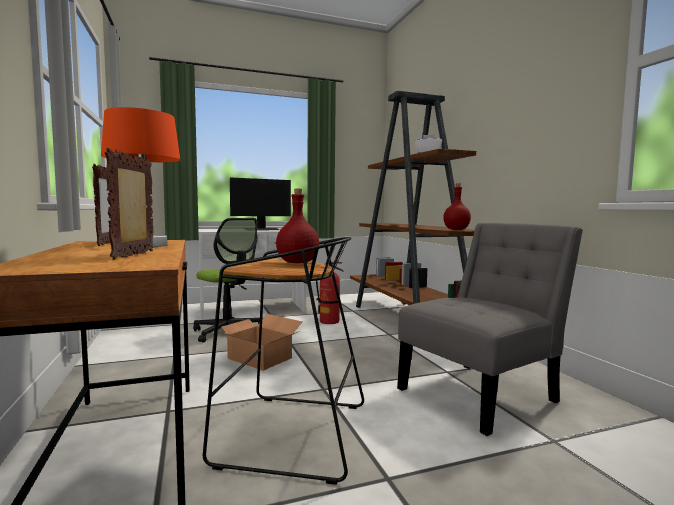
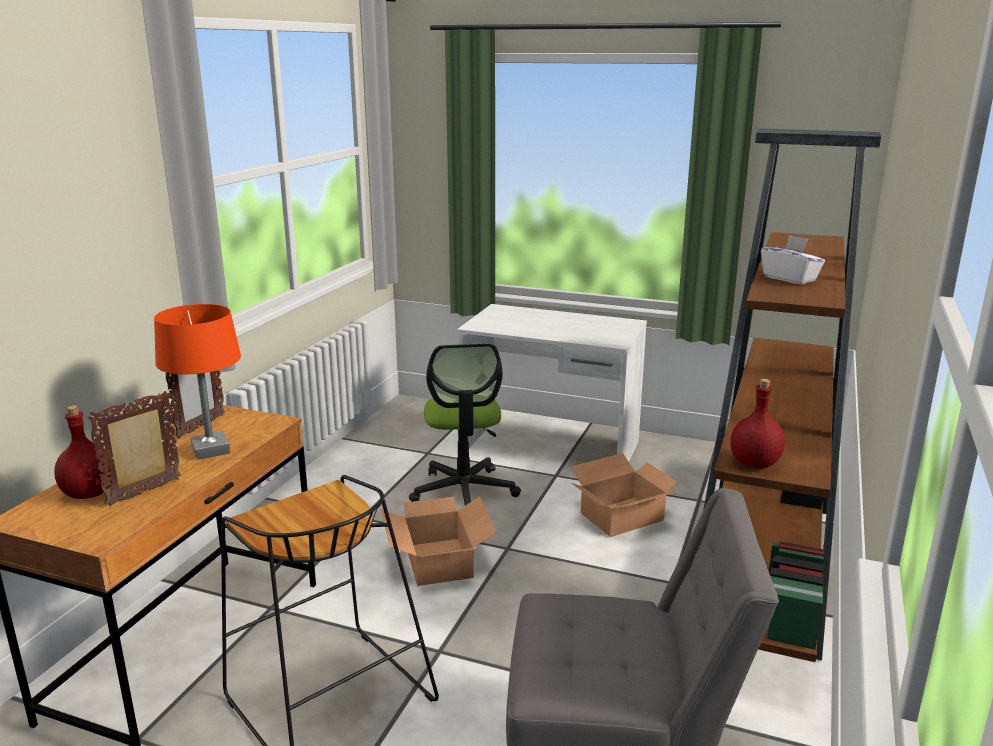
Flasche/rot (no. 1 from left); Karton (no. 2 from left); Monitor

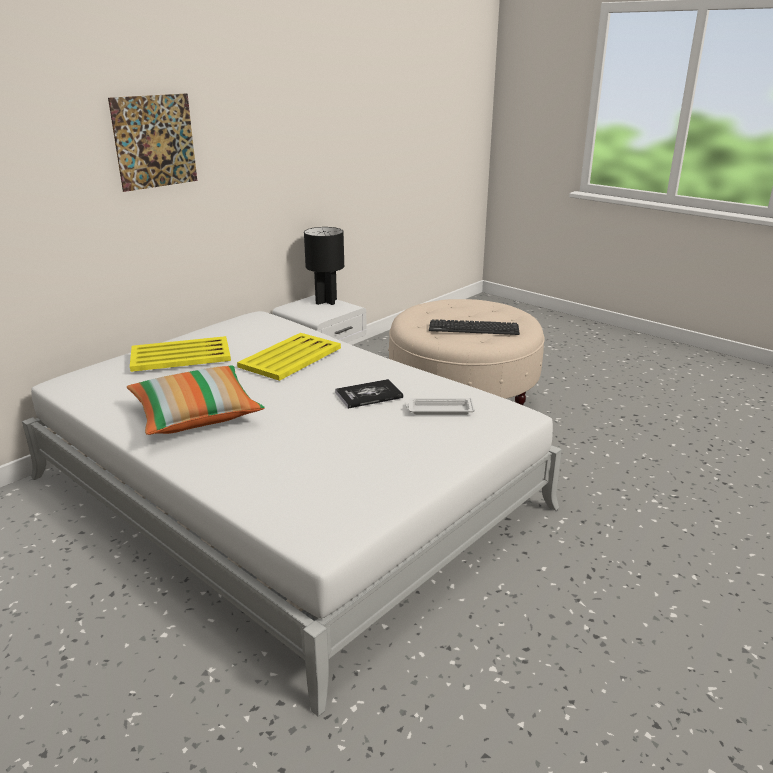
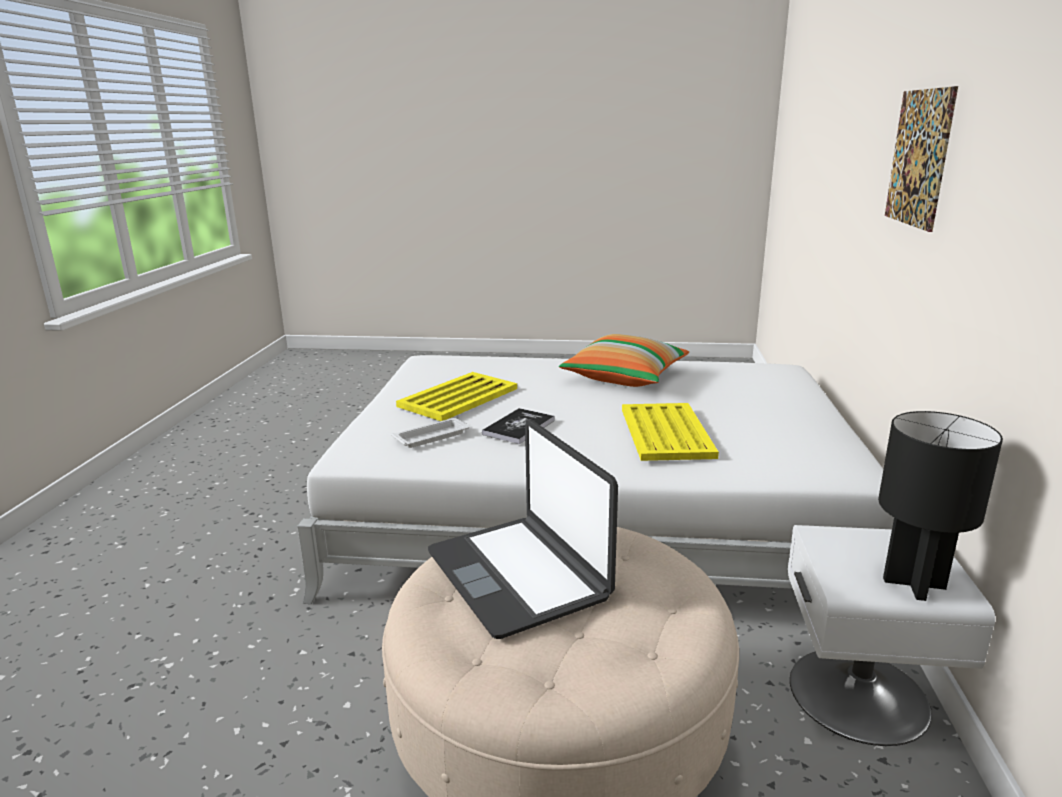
Tablett/gelb (no. 1 from left); Laptop

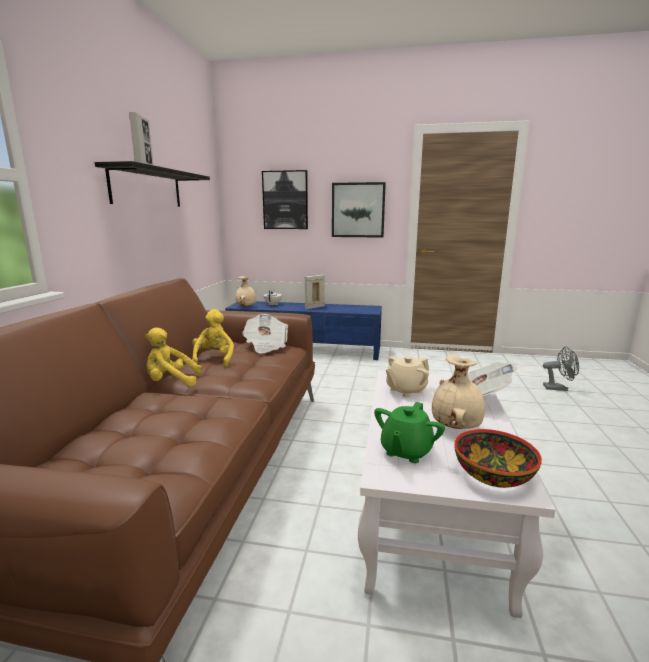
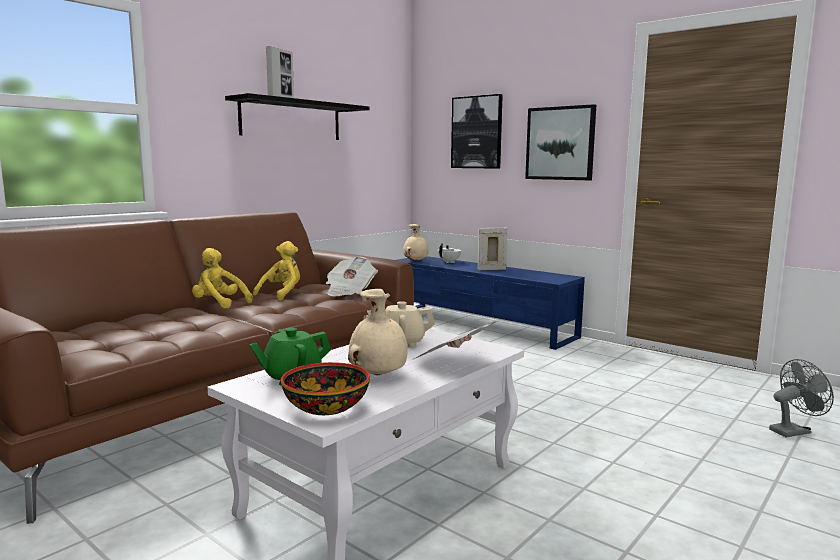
Ventilator/grau

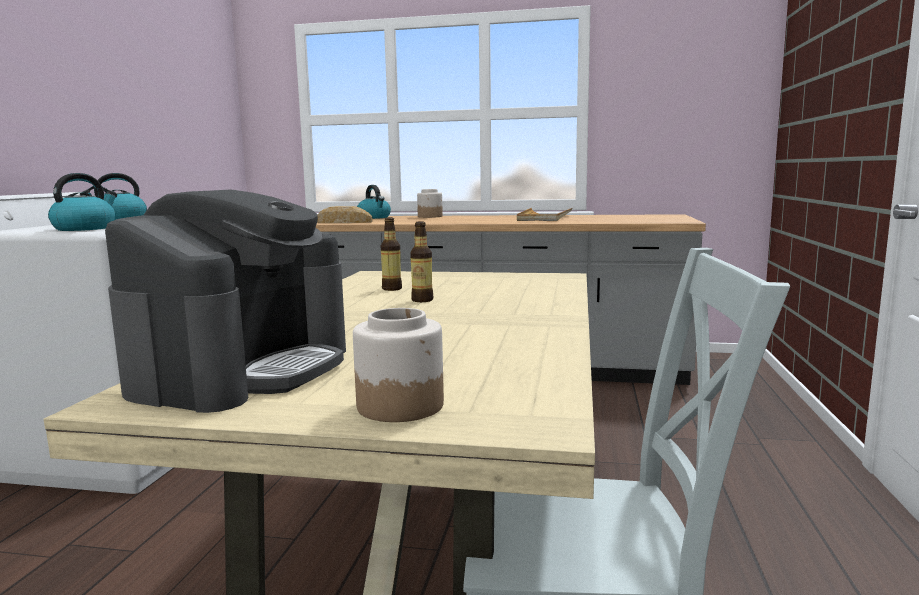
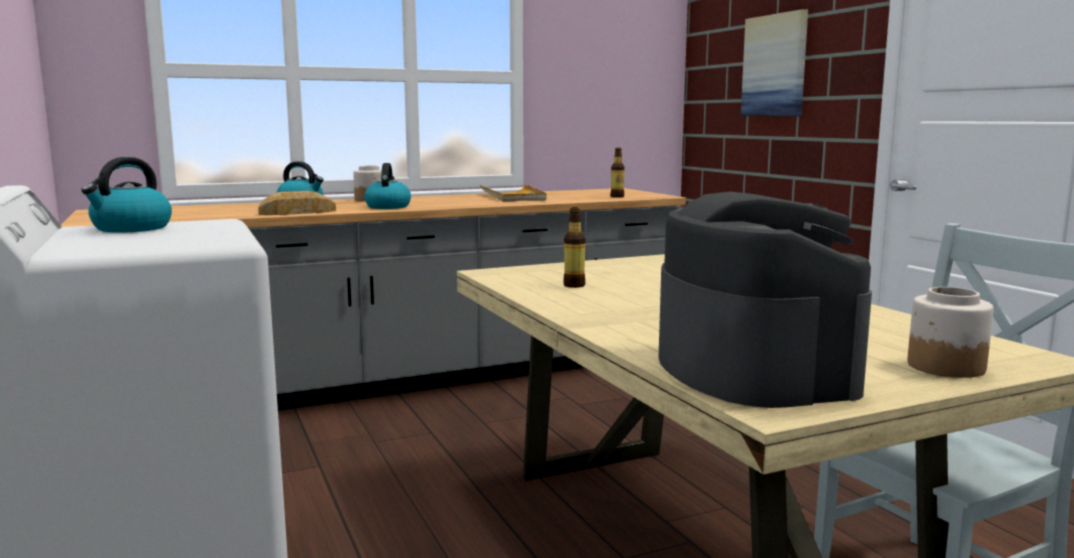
Wasserkessel (no. 3 from left); Flasche (no. 2 from left); Bild

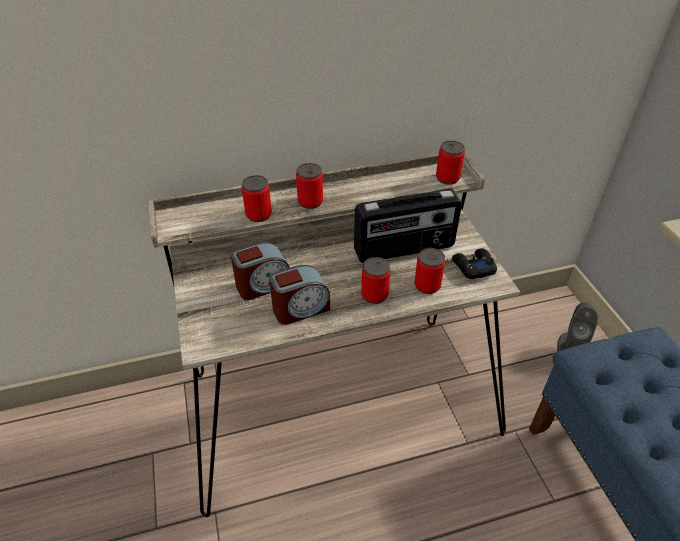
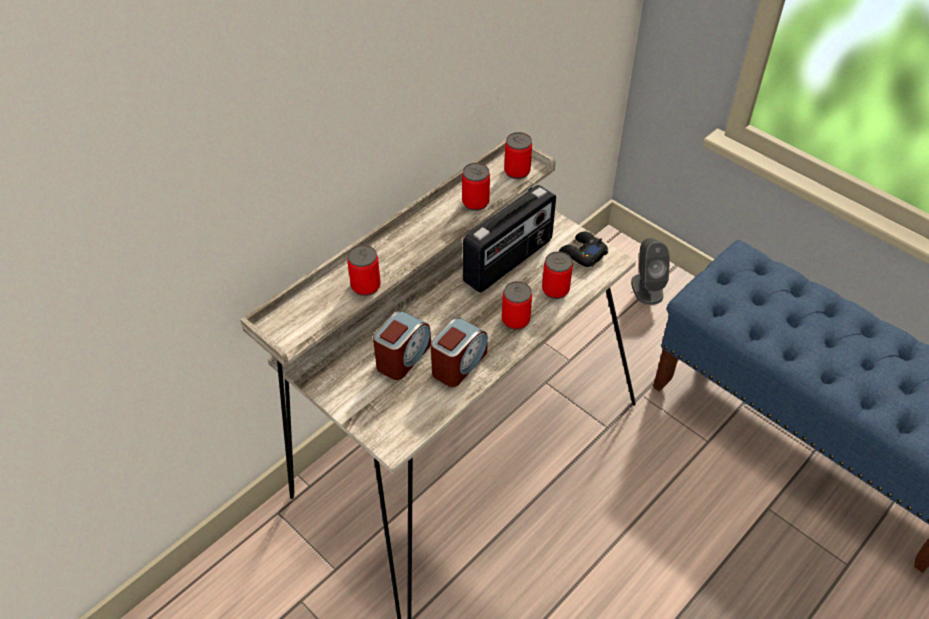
Dose (no. 2 from left)

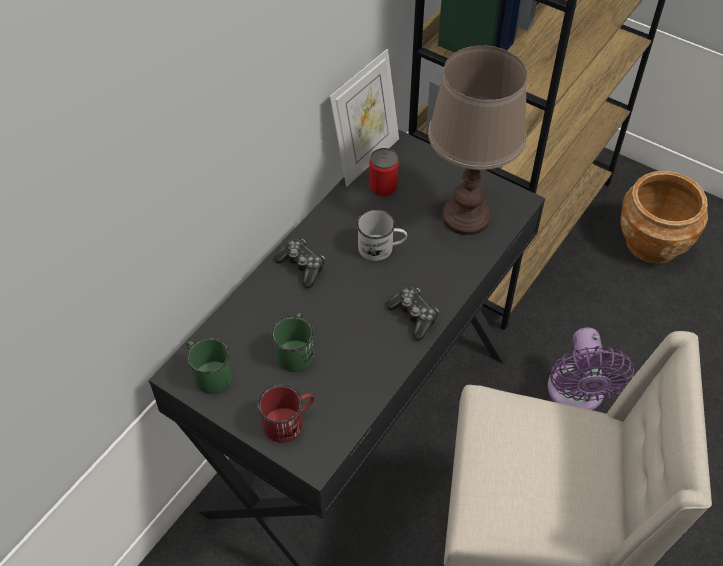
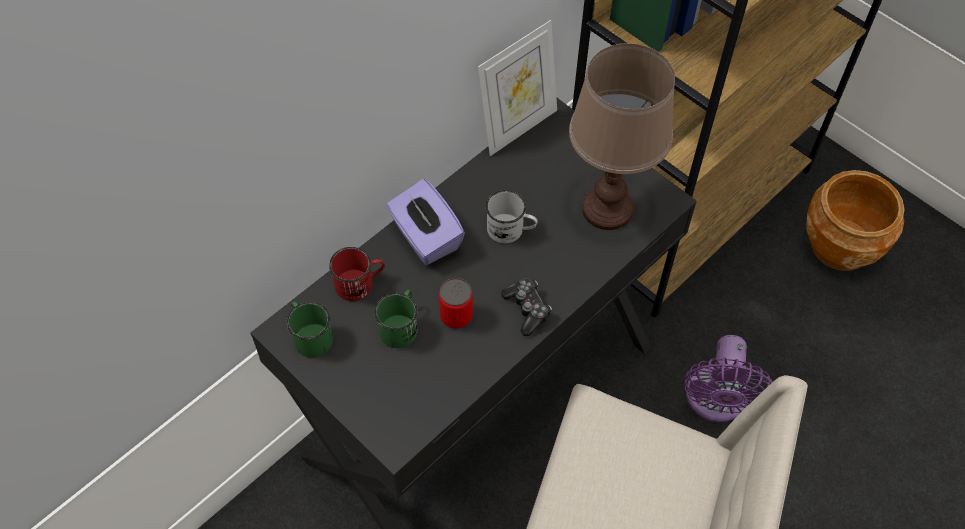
Henkelbecher/rot; Taschentuchbox/lila; Dose

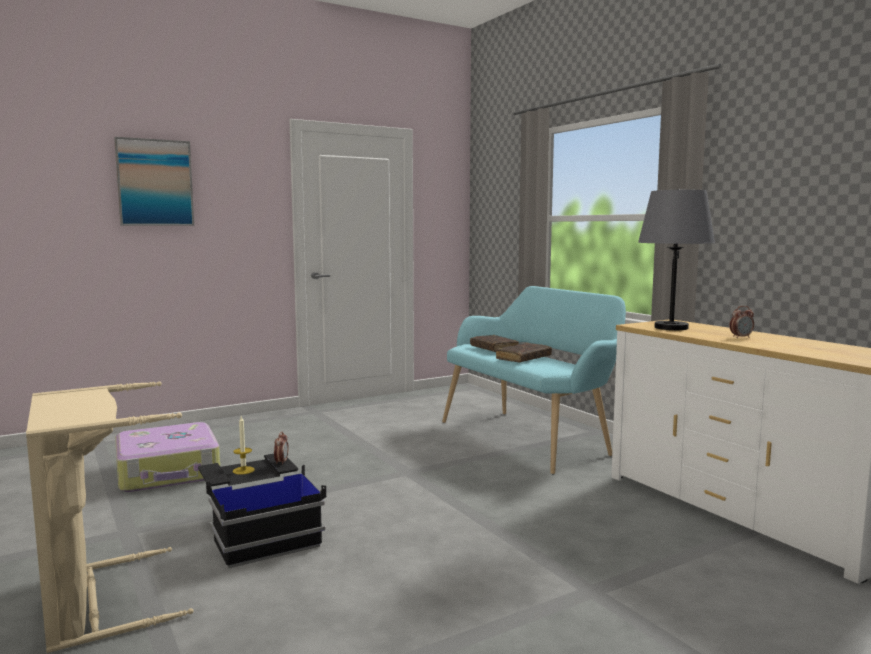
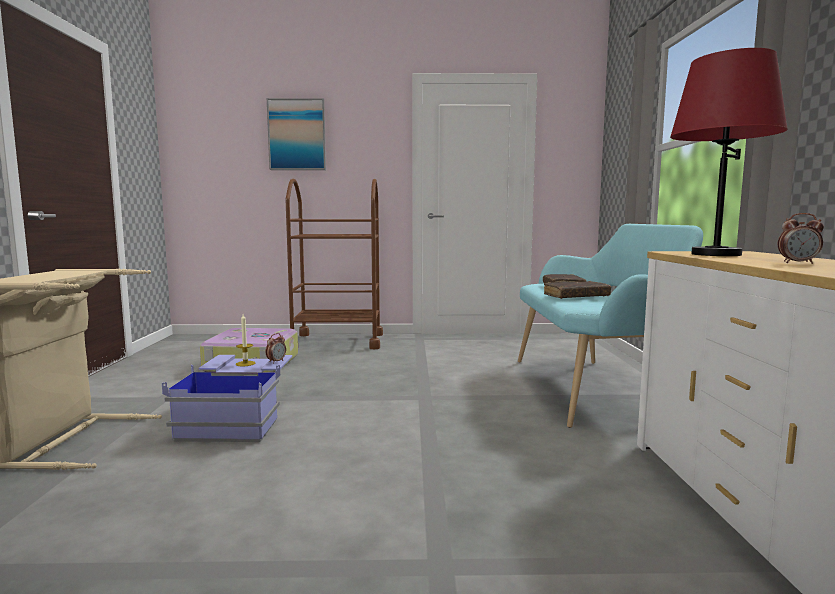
Aufbewahrungsbox/blau; Rollwagen/braun; Tischlampe/rot

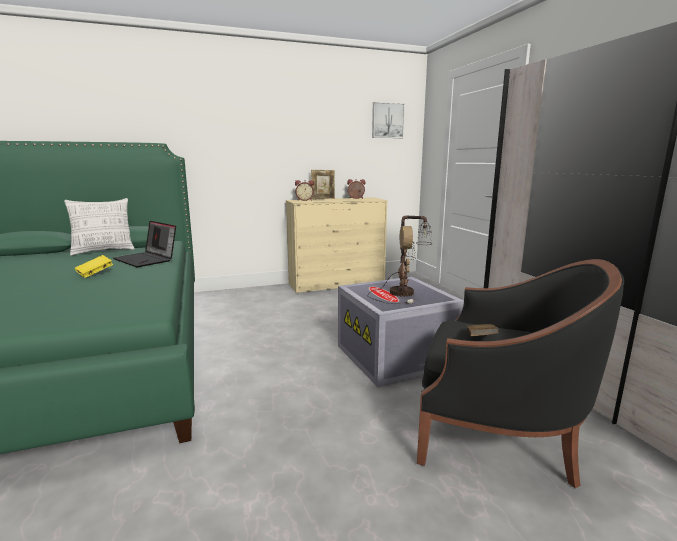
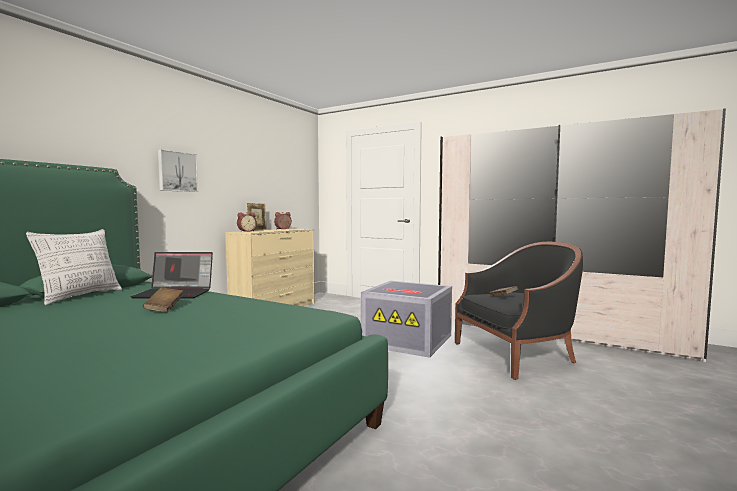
Buch/braun (no. 1 from left); Bild; Tischlampe

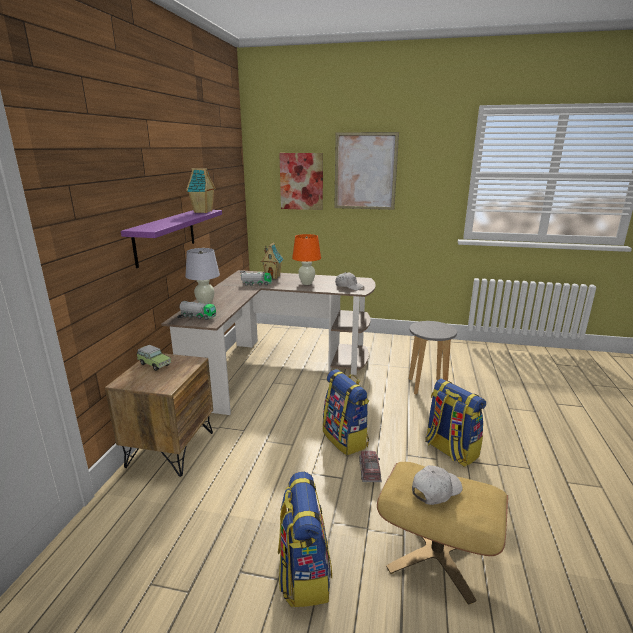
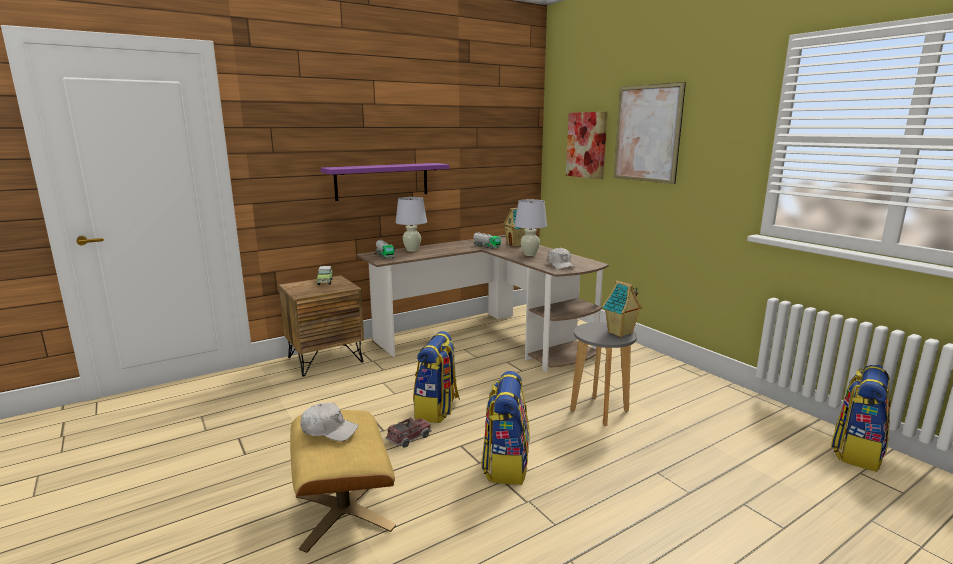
Tischlampe/weiß (no. 2 from left); Spielzeughaus (no. 2 from left); Rucksack (no. 3 from left)

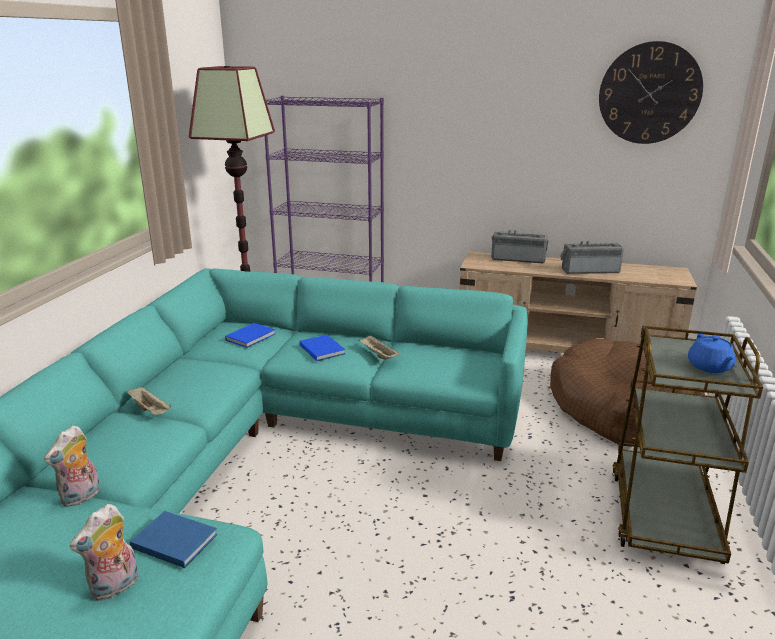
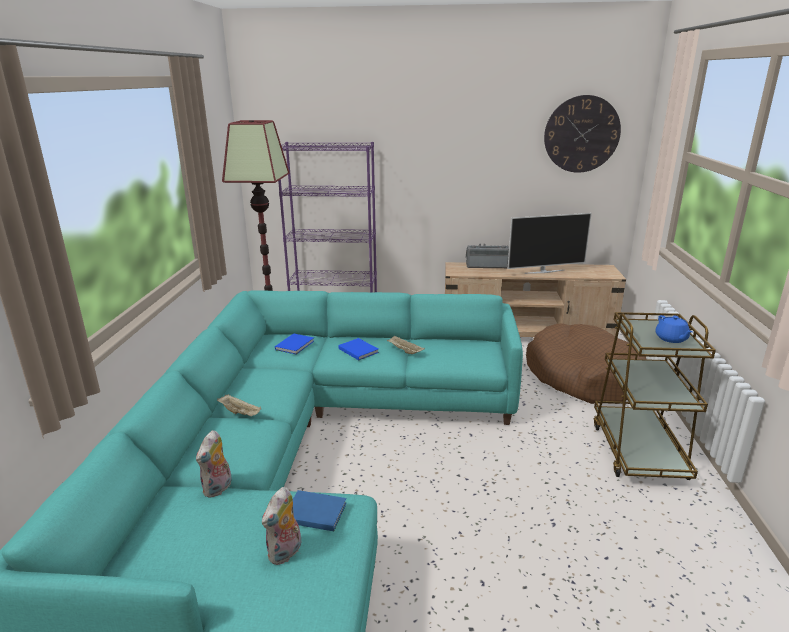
Fernseher

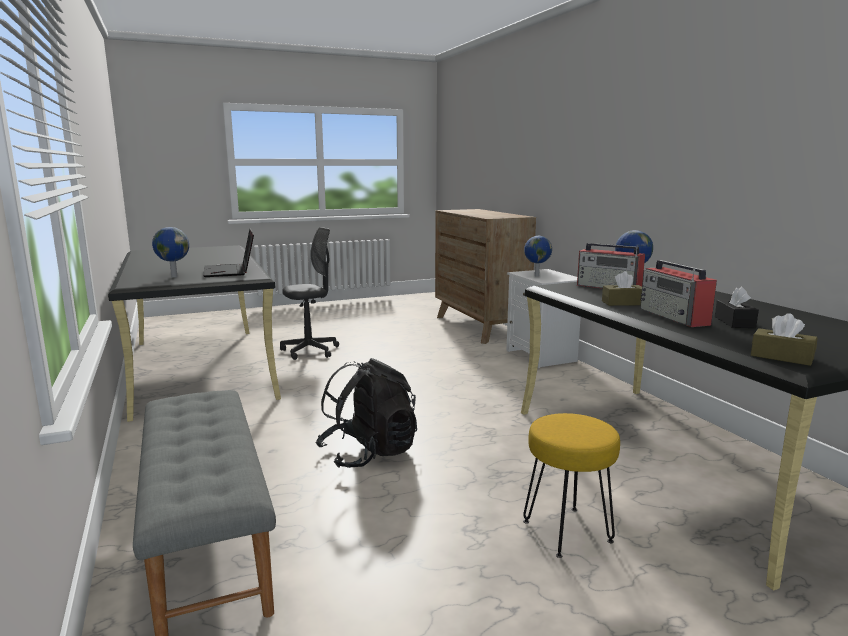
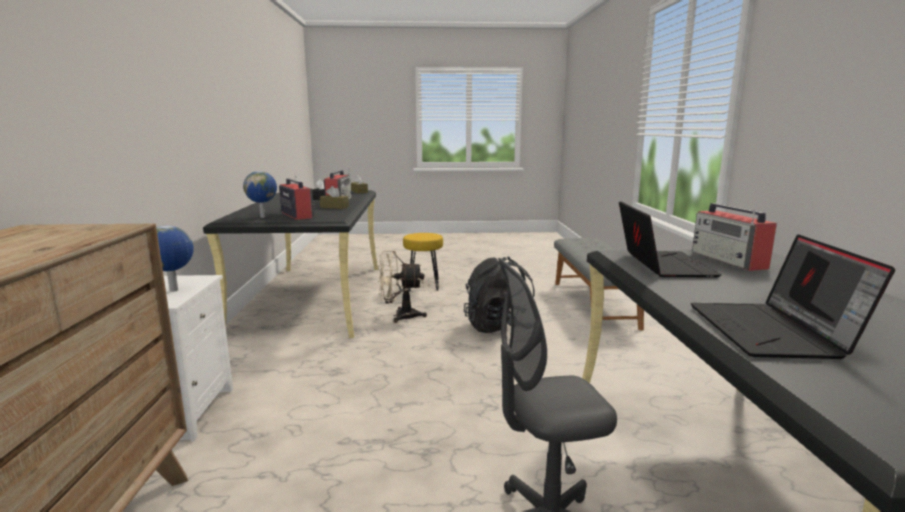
Ventilator/beige; Laptop (no. 2 from left); Radio (no. 3 from left)

